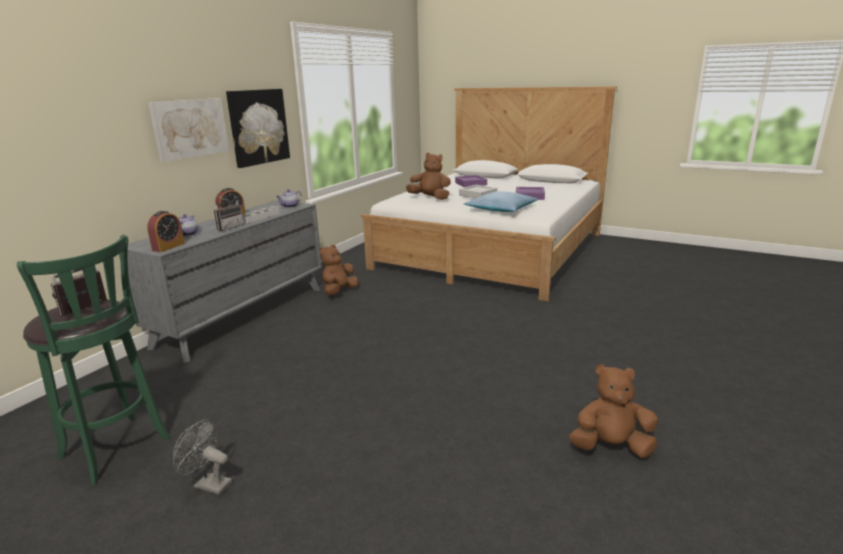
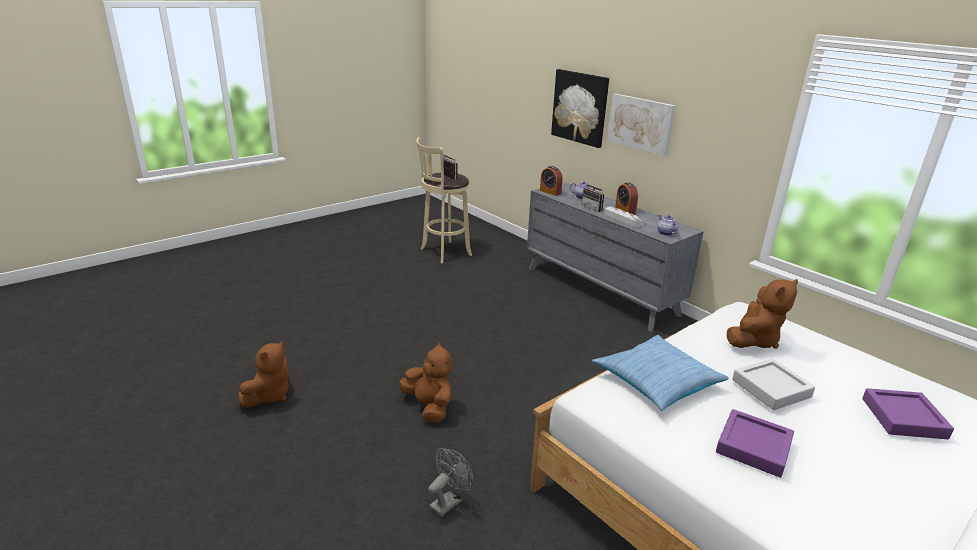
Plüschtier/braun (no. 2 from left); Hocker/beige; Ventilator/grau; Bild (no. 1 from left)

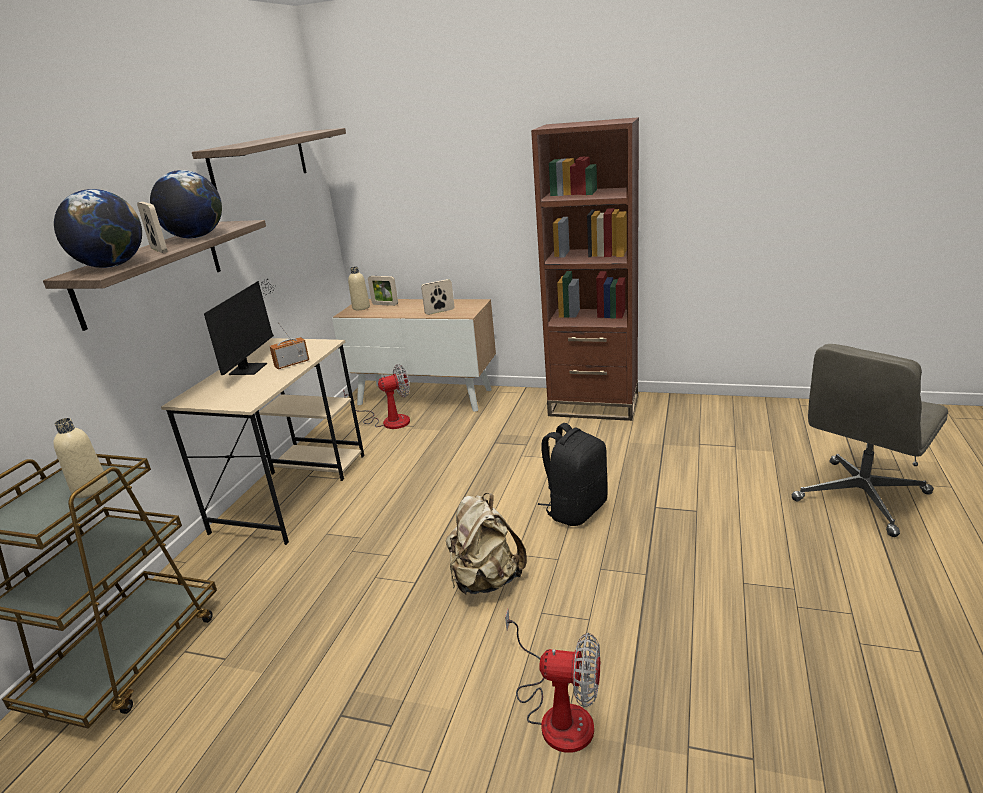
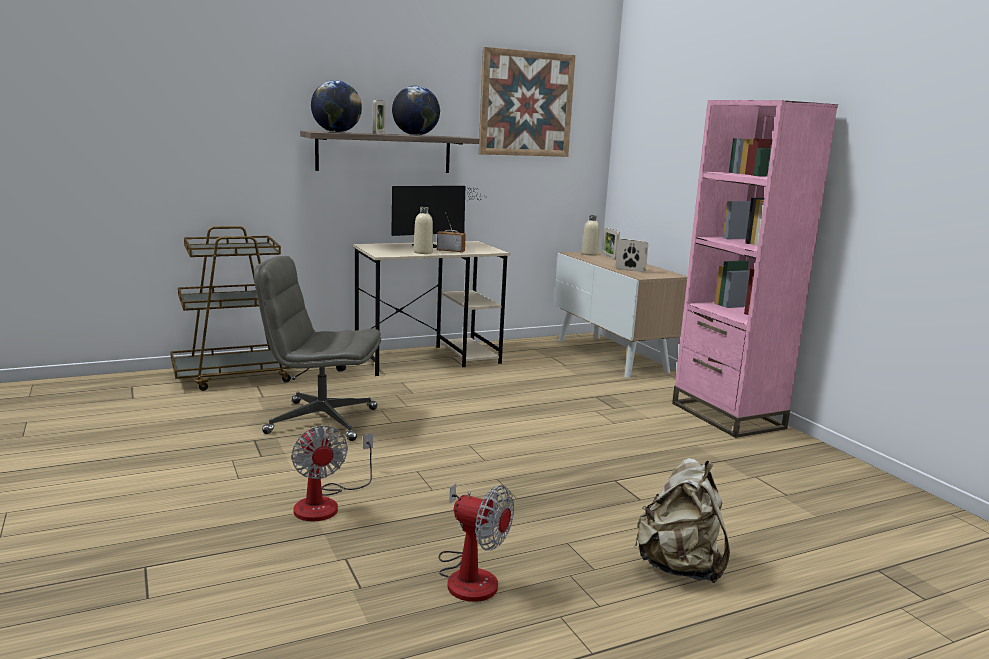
Bürostuhl/grau; Flasche/beige (no. 1 from left); Ventilator (no. 2 from left); Bild; Rucksack/beige; Bücherregal/rosa; Rucksack/schwarz

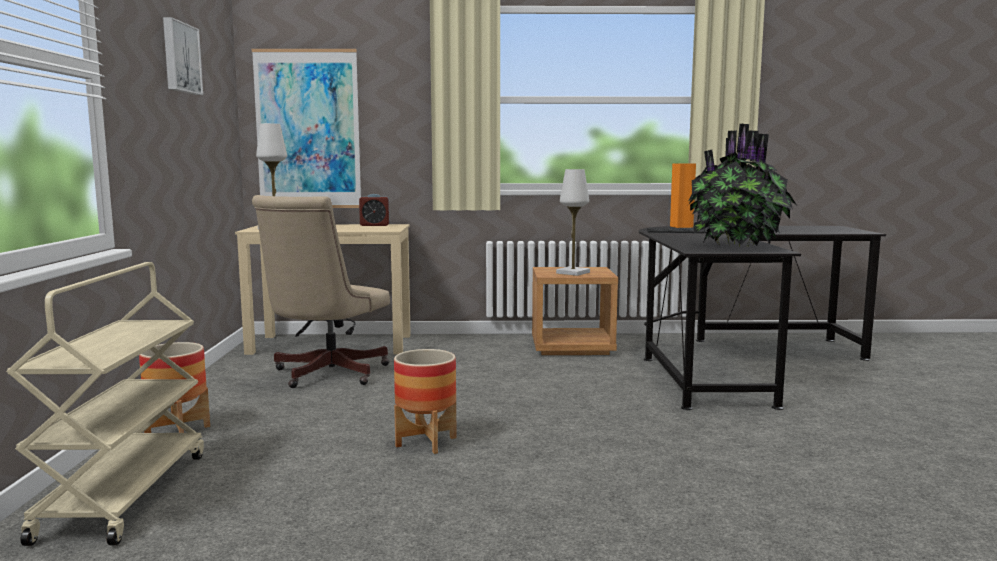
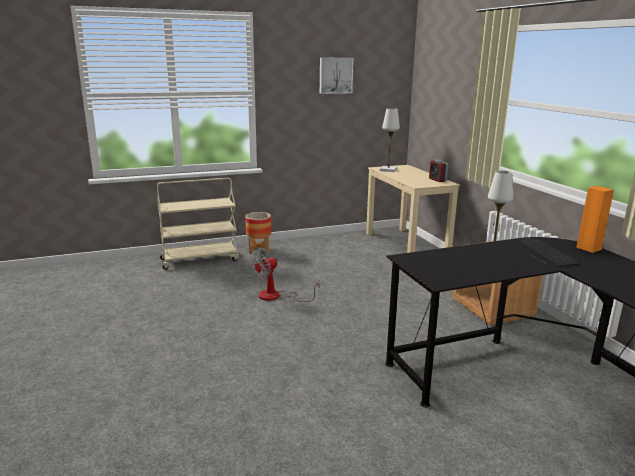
Ventilator; Bild (no. 2 from left in the first image); Bürostuhl/beige; Topfpflanze

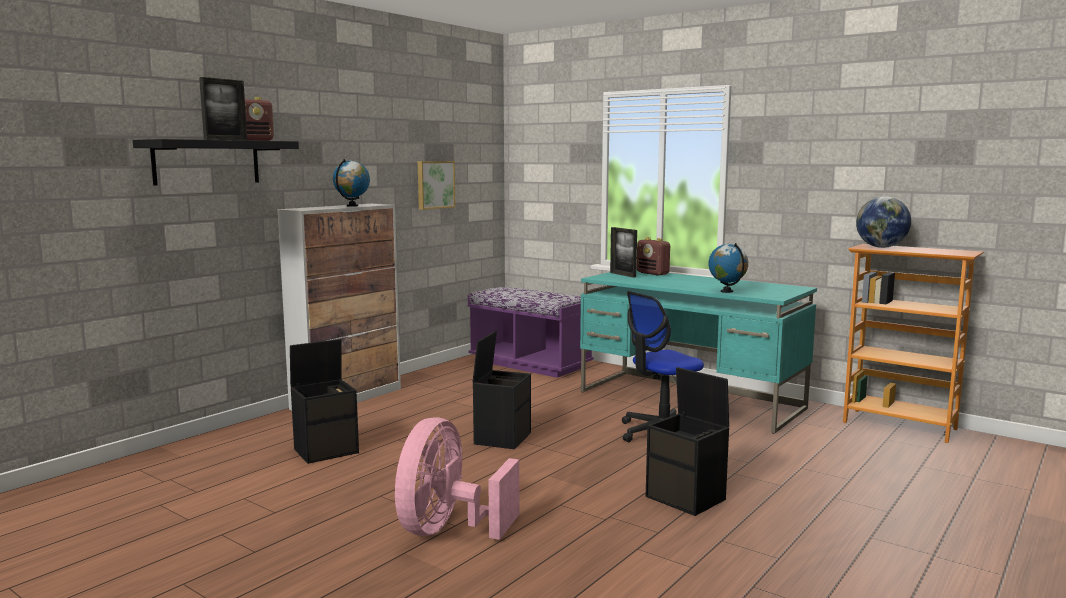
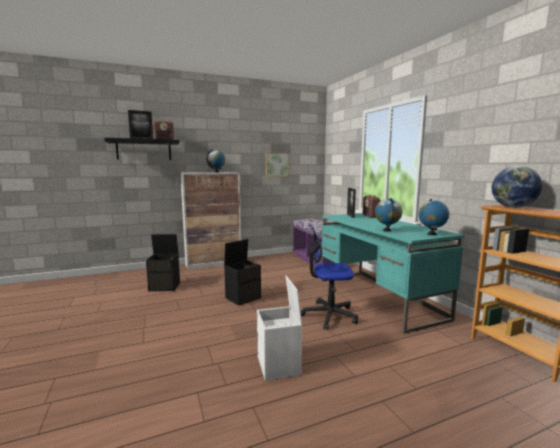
Aufbewahrungsbox/weiß; Globus (no. 3 from left); Ventilator/rosa

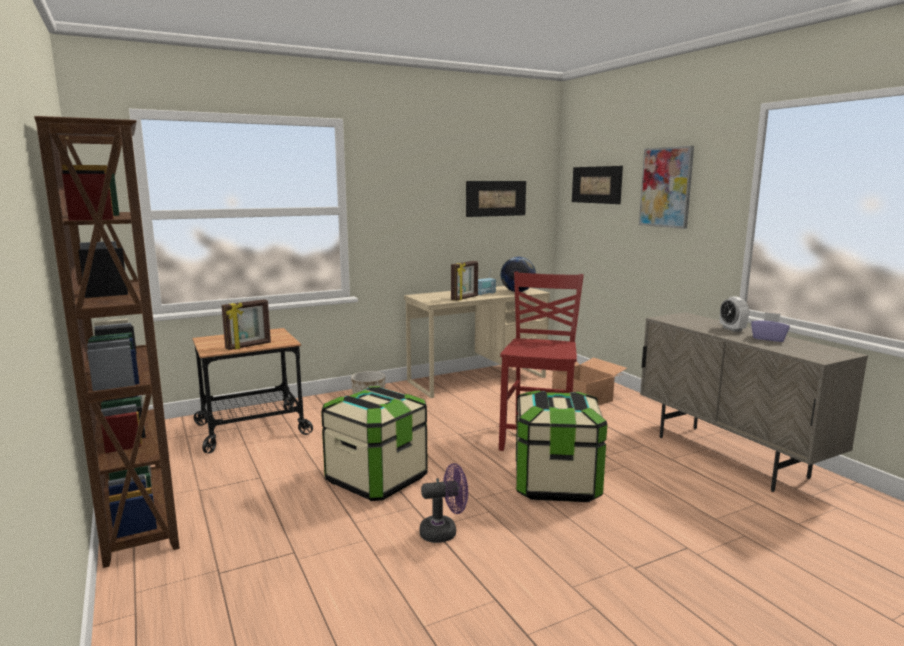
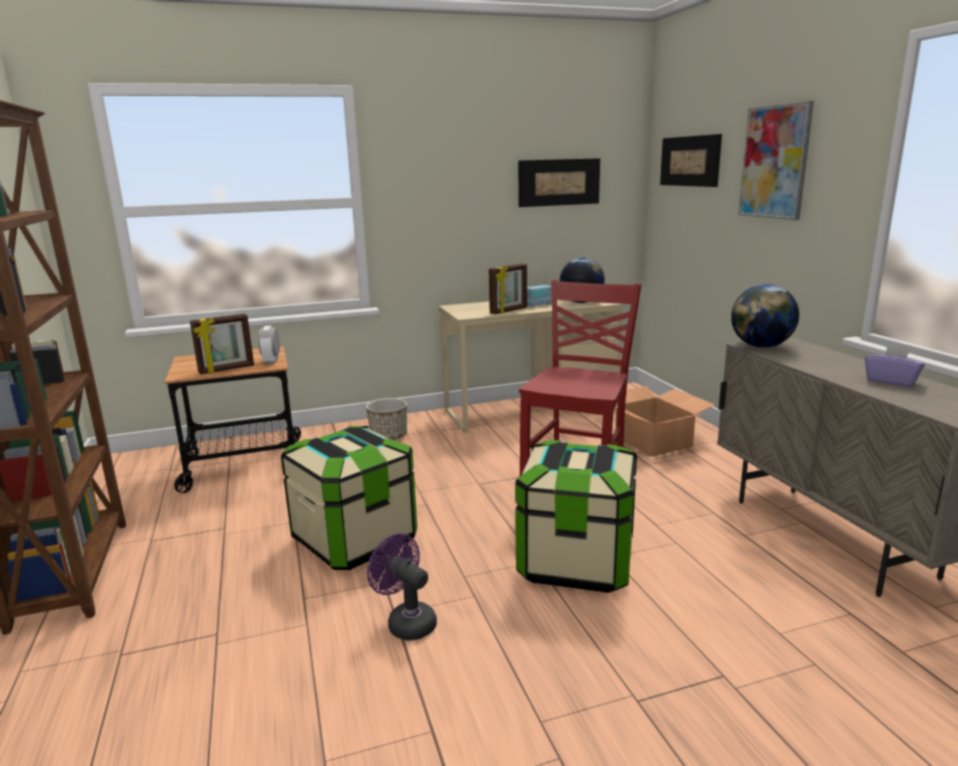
Wecker; Ventilator/lila; Globus (no. 2 from left)

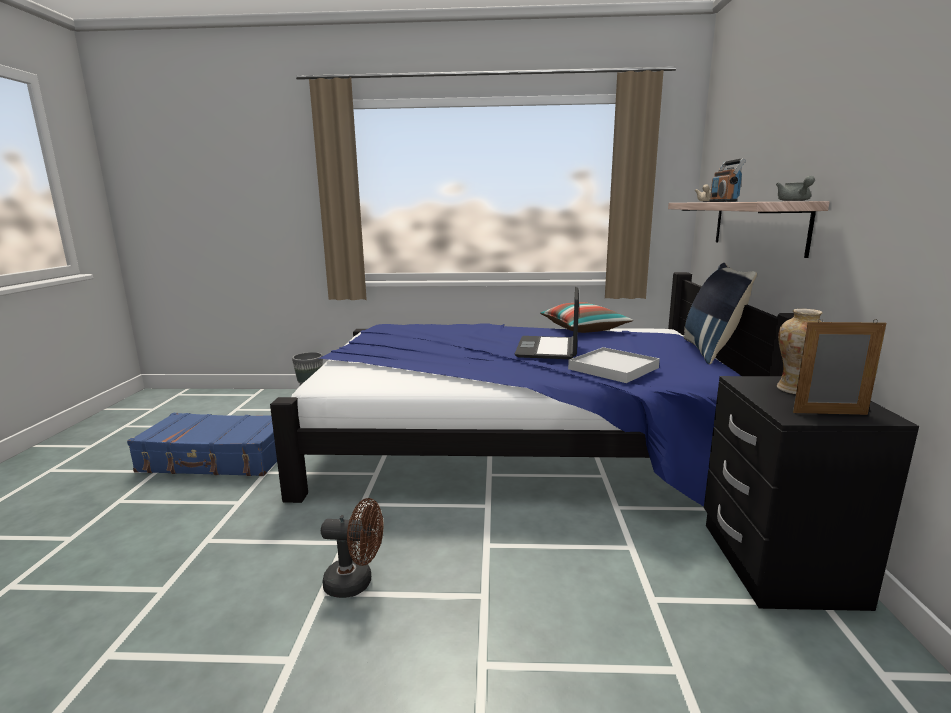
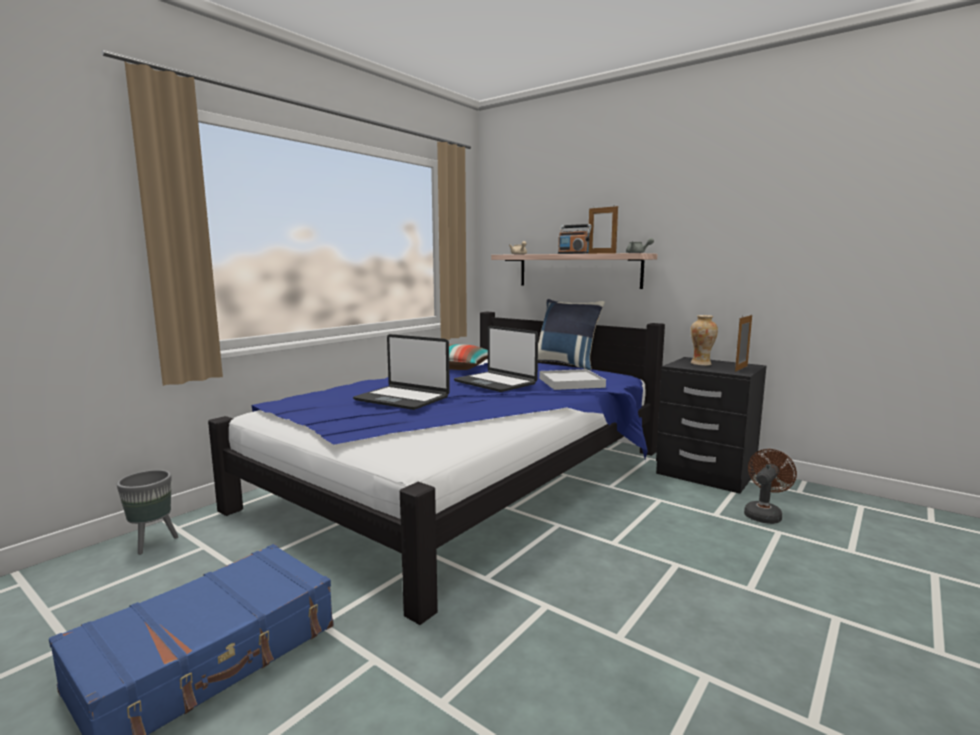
Laptop (no. 1 from left); Bilderrahmen (no. 1 from left); Ventilator/braun

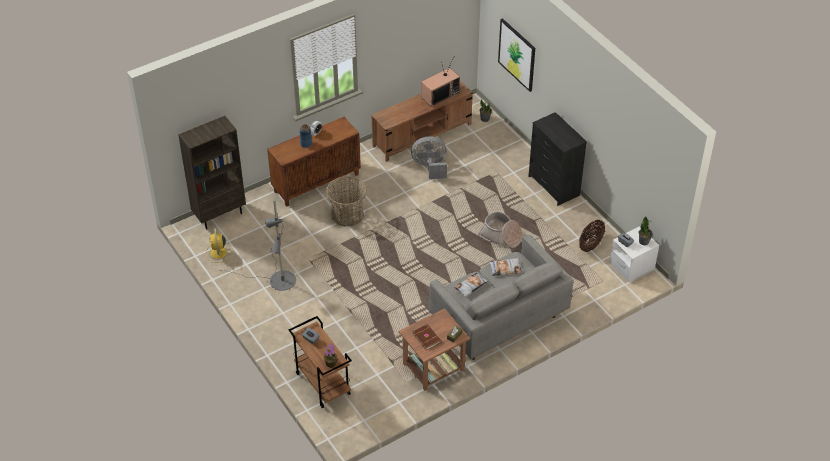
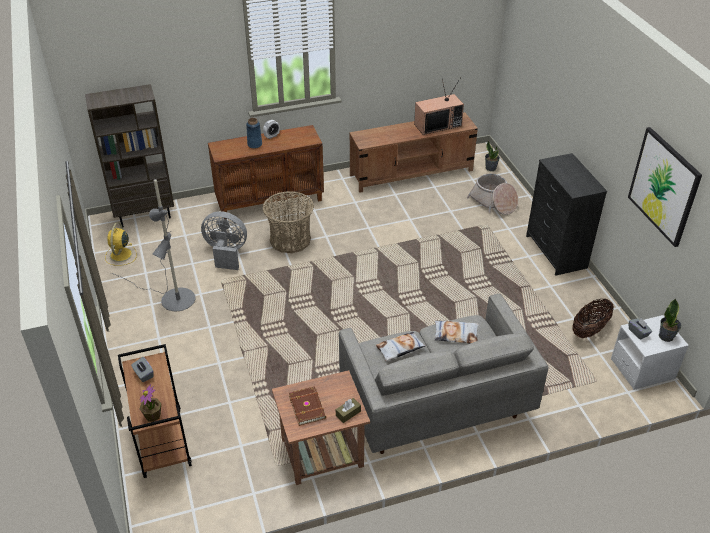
Ventilator/grau; Korb (no. 2 from left); Bild

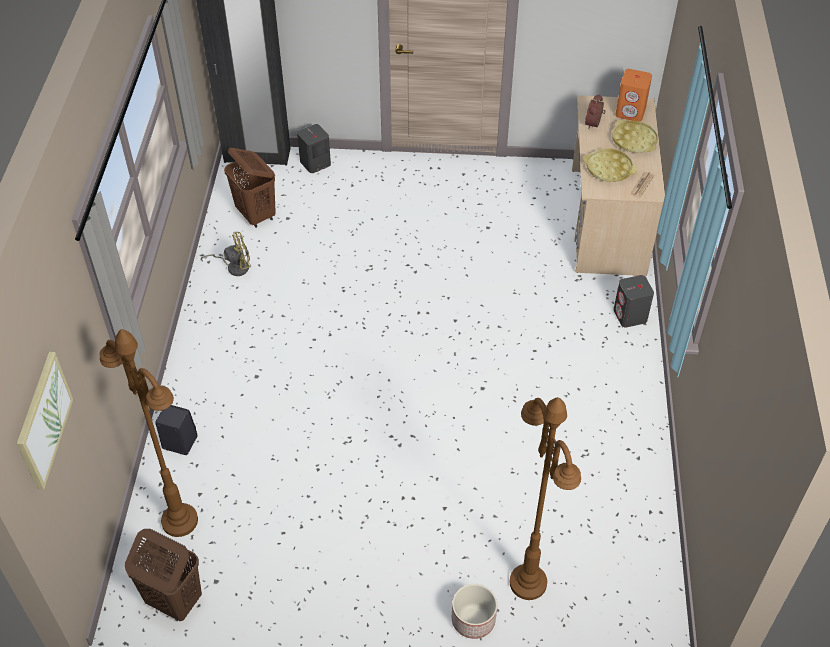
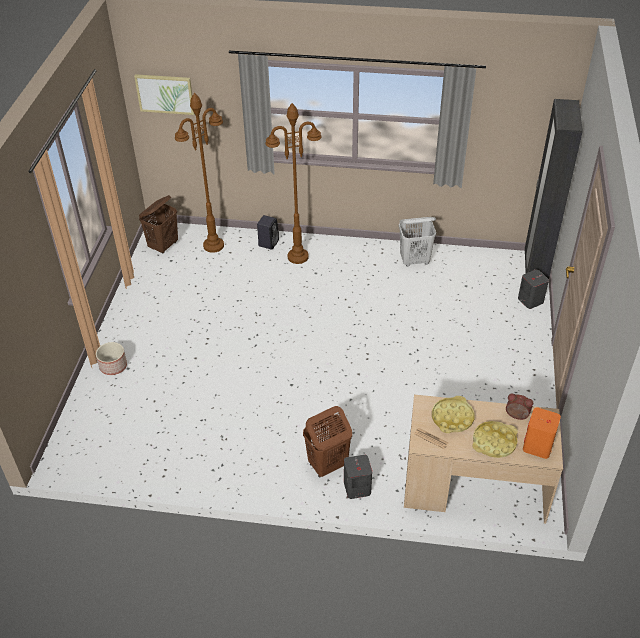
Stehlampe/braun (no. 2 from left); Wäschekorb/braun (no. 2 from left); Wäschekorb/weiß

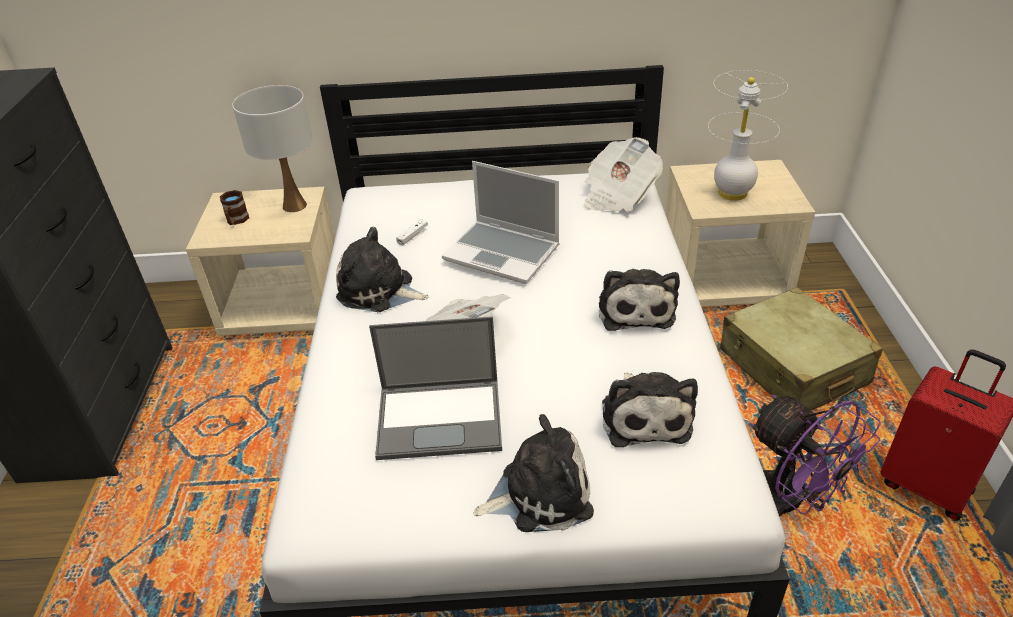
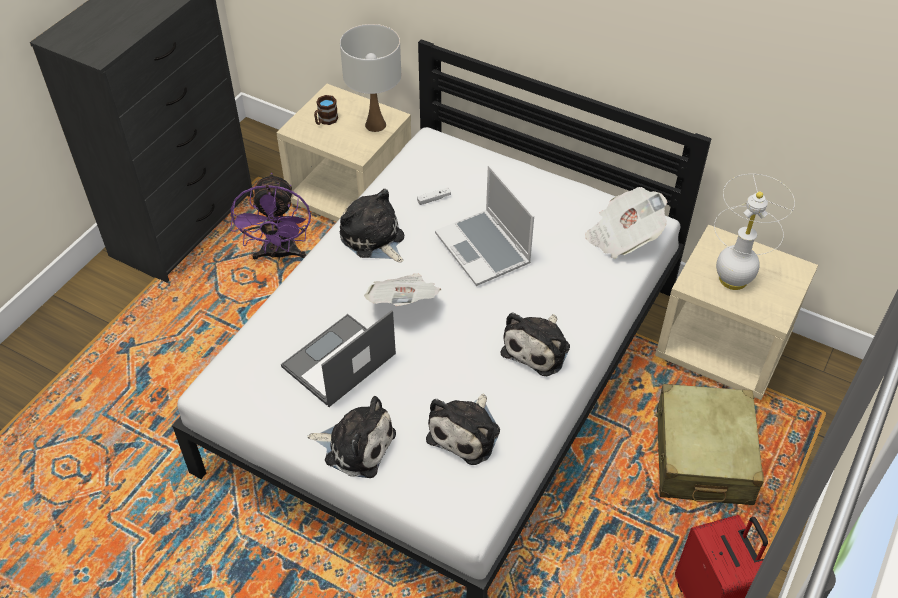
Ventilator/lila; Laptop (no. 1 from left)

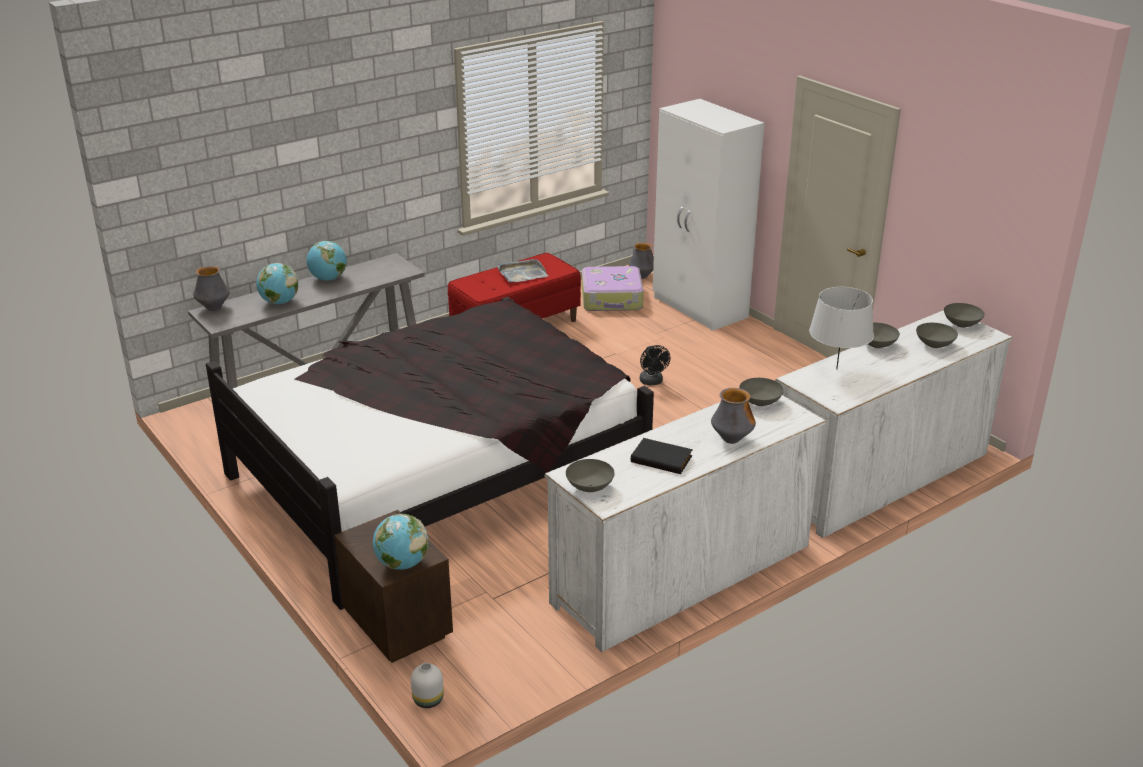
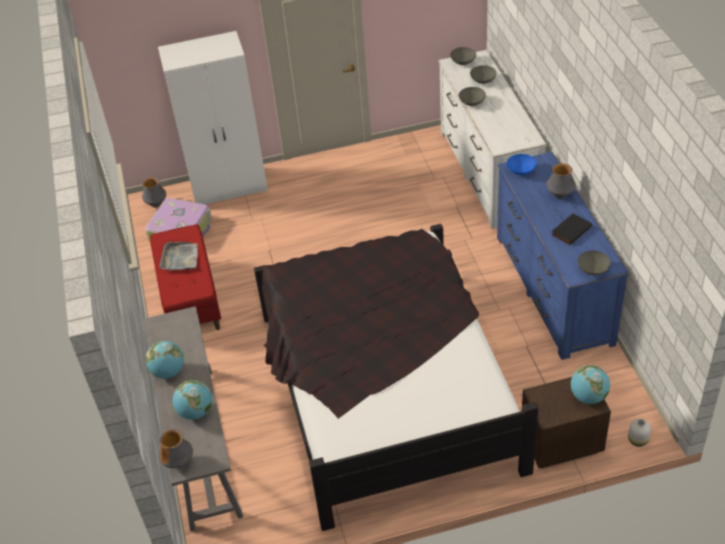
Kommode/blau; Schüssel/blau; Ventilator/schwarz; Tischlampe/grau

